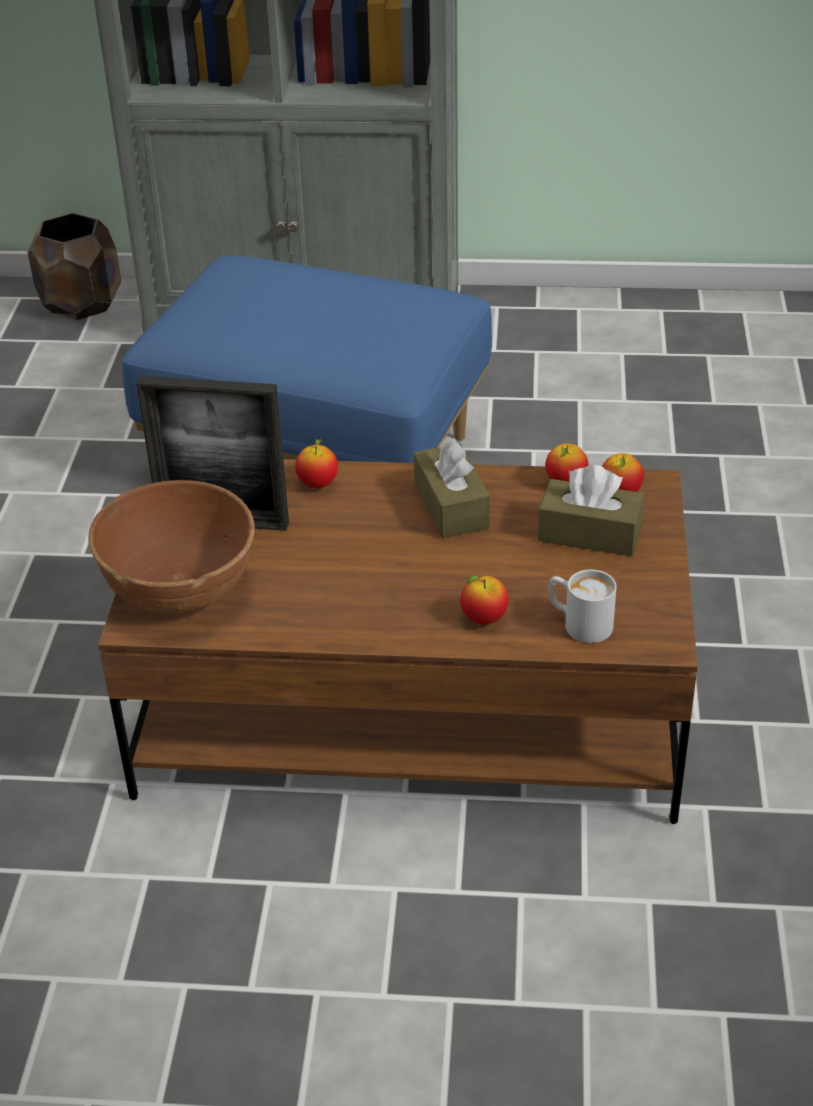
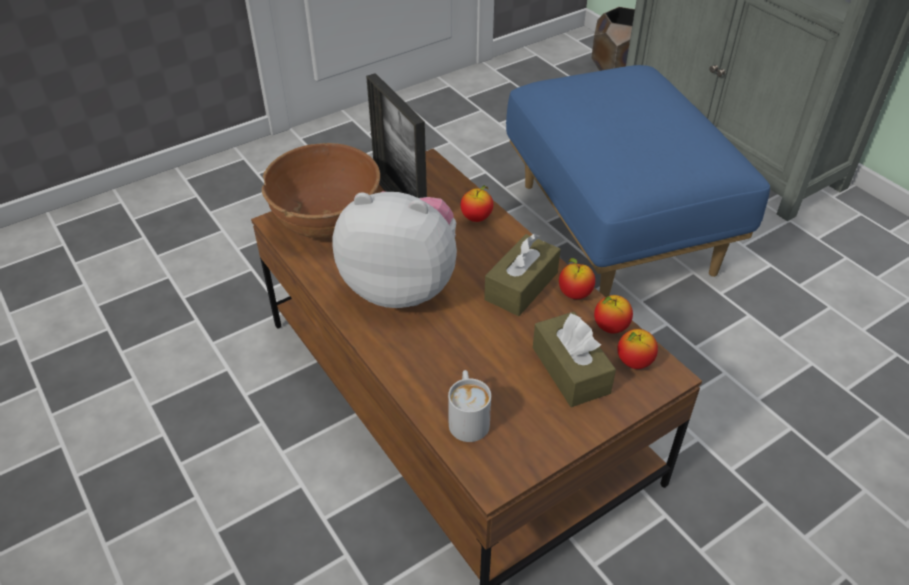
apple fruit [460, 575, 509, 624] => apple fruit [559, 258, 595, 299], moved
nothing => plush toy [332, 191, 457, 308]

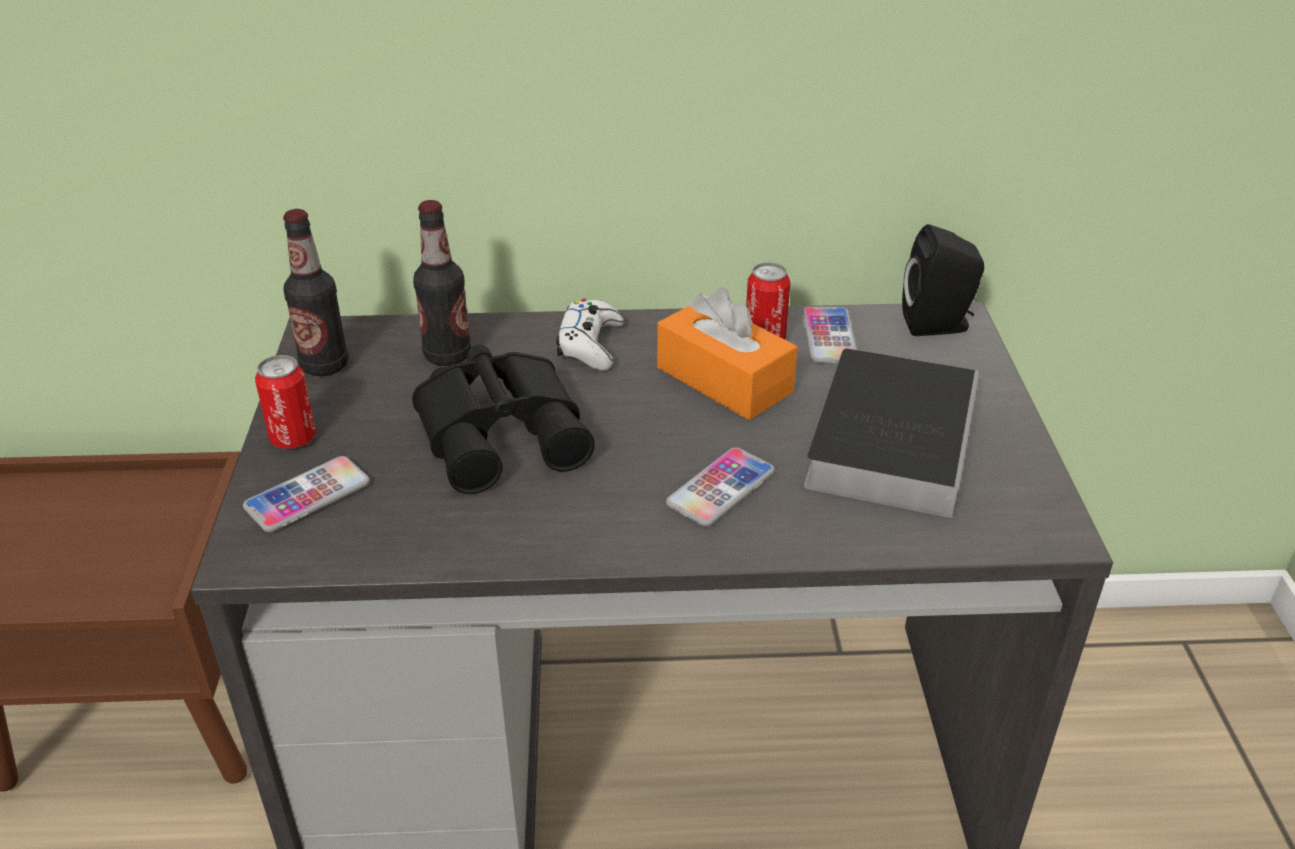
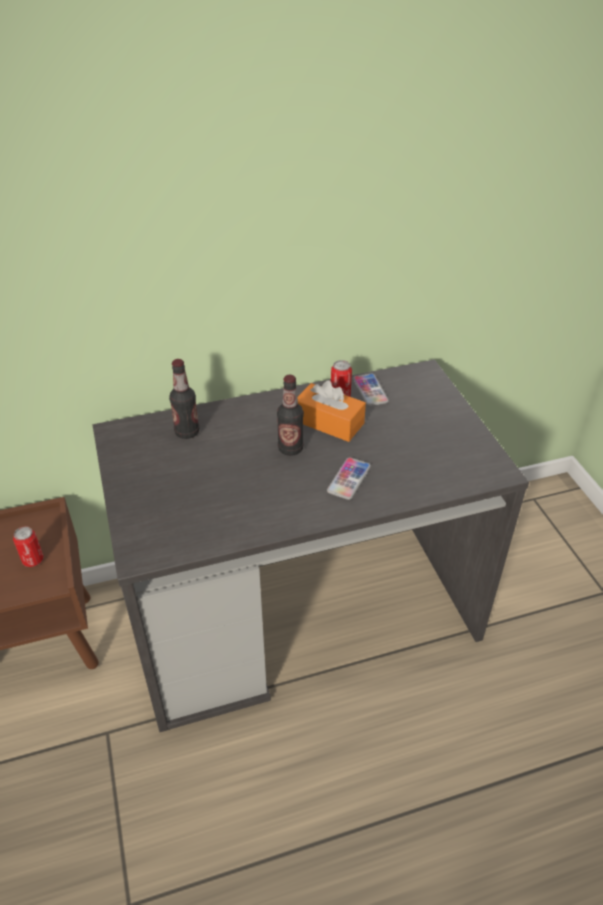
telephone [243, 456, 370, 532] => nothing
sealed can [255, 355, 316, 449] => sealed can [13, 526, 44, 567], moved
drink bottle [283, 209, 349, 376] => drink bottle [277, 375, 304, 456], moved
field glasses in blackish [412, 345, 595, 494] => nothing
game controller in whitish [556, 299, 624, 371] => nothing
bound book [804, 349, 979, 518] => nothing
loudspeaker in blackish [902, 224, 984, 336] => nothing

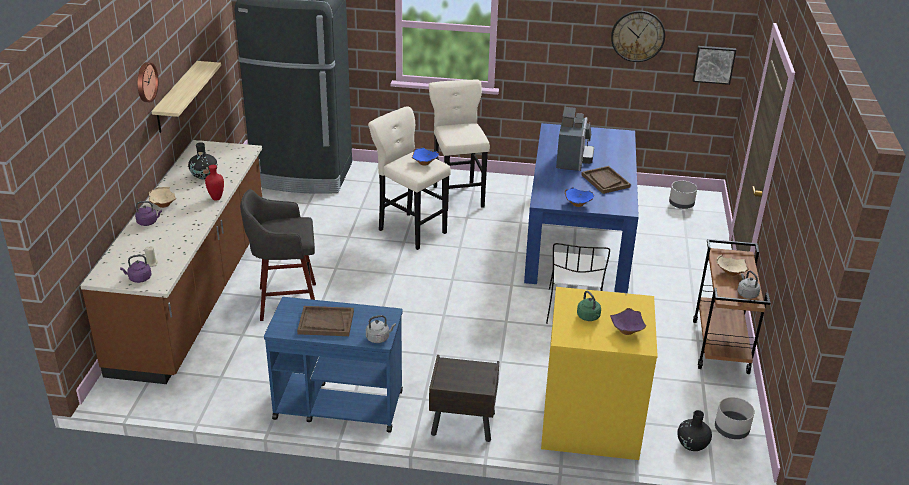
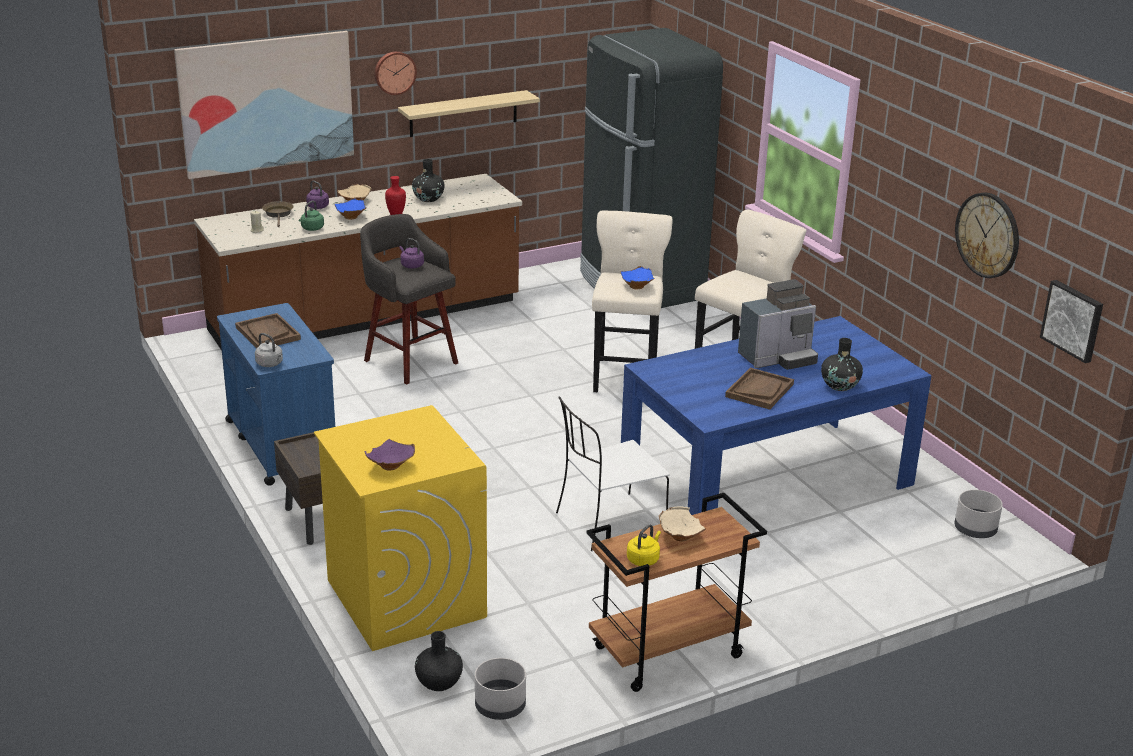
water kettle in purplish [120, 255, 152, 283] => water kettle in purplish [399, 238, 424, 268], moved
deep dish in blue-coloured [565, 187, 594, 207] => deep dish in blue-coloured [334, 198, 367, 219], moved
water kettle in green-coloured [577, 291, 601, 321] => water kettle in green-coloured [299, 201, 324, 231], moved
water kettle in grey [737, 271, 761, 299] => water kettle in yellow-coloured [627, 524, 661, 566]
nothing => wall art [174, 31, 354, 179]
nothing => pan in brownish [262, 201, 294, 227]
nothing => vase in blackish [821, 338, 863, 391]

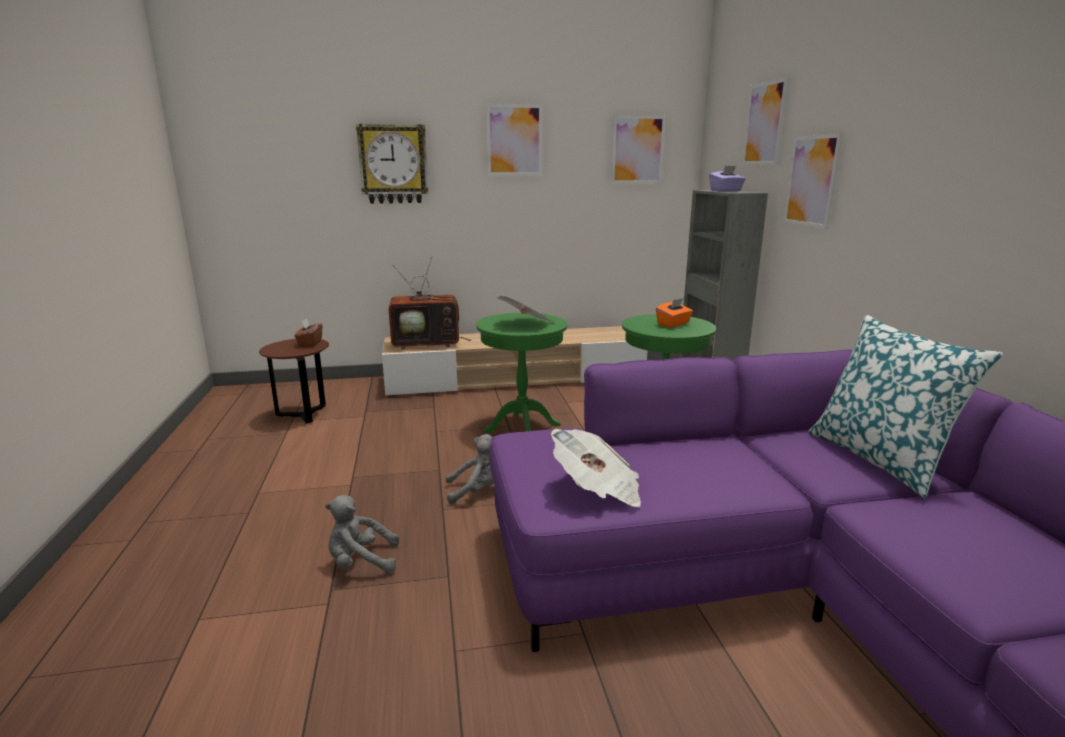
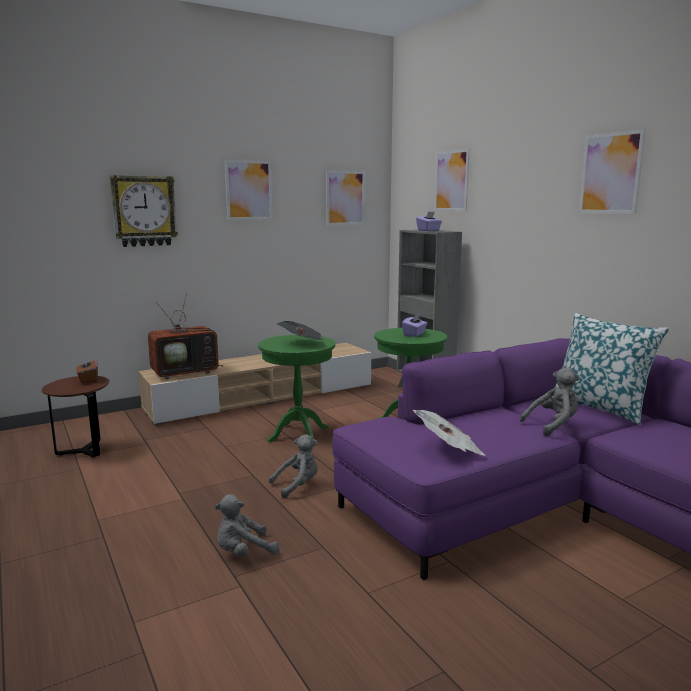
tissue holder in orangey [656, 298, 693, 328] => tissue holder in purplish [402, 314, 427, 337]
wall art [784, 133, 843, 229] => wall art [579, 129, 646, 214], moved
nothing => plush toy in grey [520, 367, 580, 436]

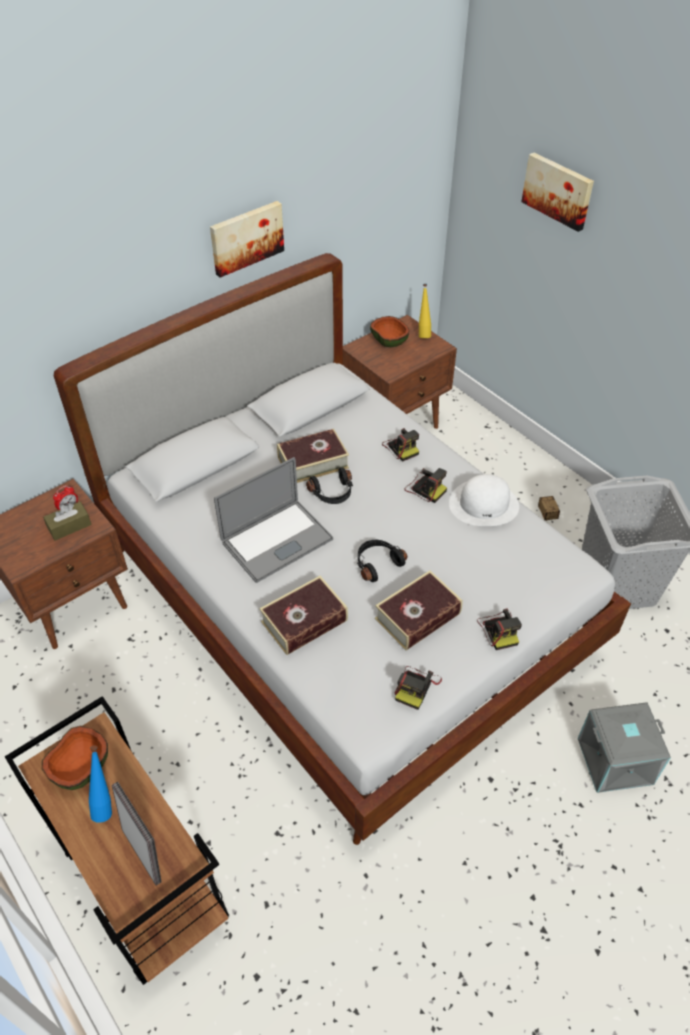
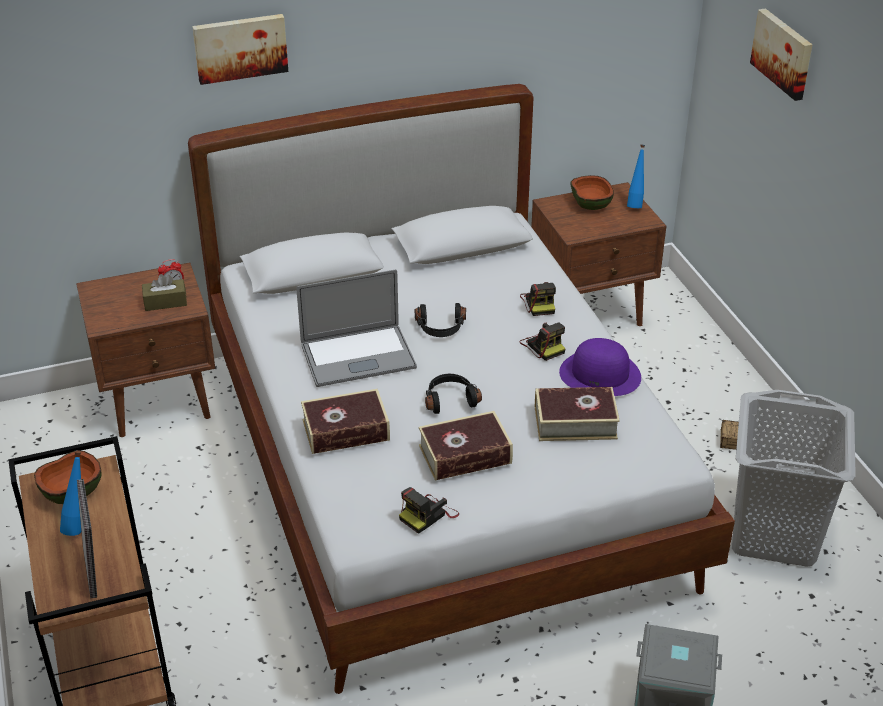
wall art [210, 201, 284, 278] => wall art [192, 14, 288, 85], moved
bound book [277, 429, 349, 483] => bound book [535, 387, 620, 441], moved
drink bottle in yellow-coloured [419, 284, 431, 338] => drink bottle in blue-coloured [627, 145, 645, 208]
clothing hat in whitish [449, 474, 519, 526] => clothing hat in purplish [559, 338, 641, 396]
still camera [477, 608, 522, 650] => nothing

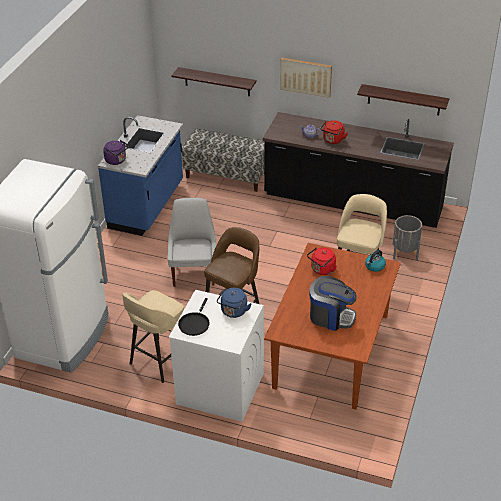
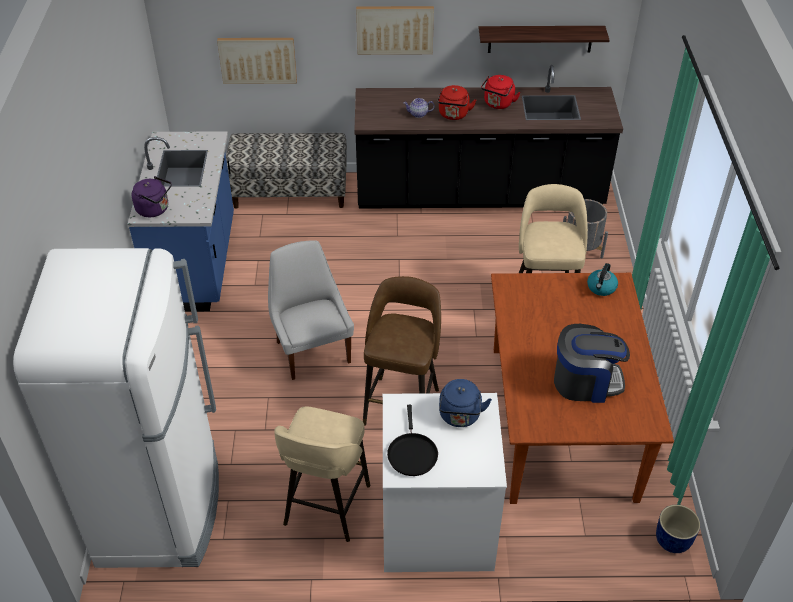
bracket shelf [172, 67, 257, 96] => wall art [217, 38, 297, 84]
water kettle in reddish [307, 247, 337, 275] => water kettle in reddish [481, 75, 521, 109], moved
nothing => planter in blue-coloured [656, 505, 700, 553]

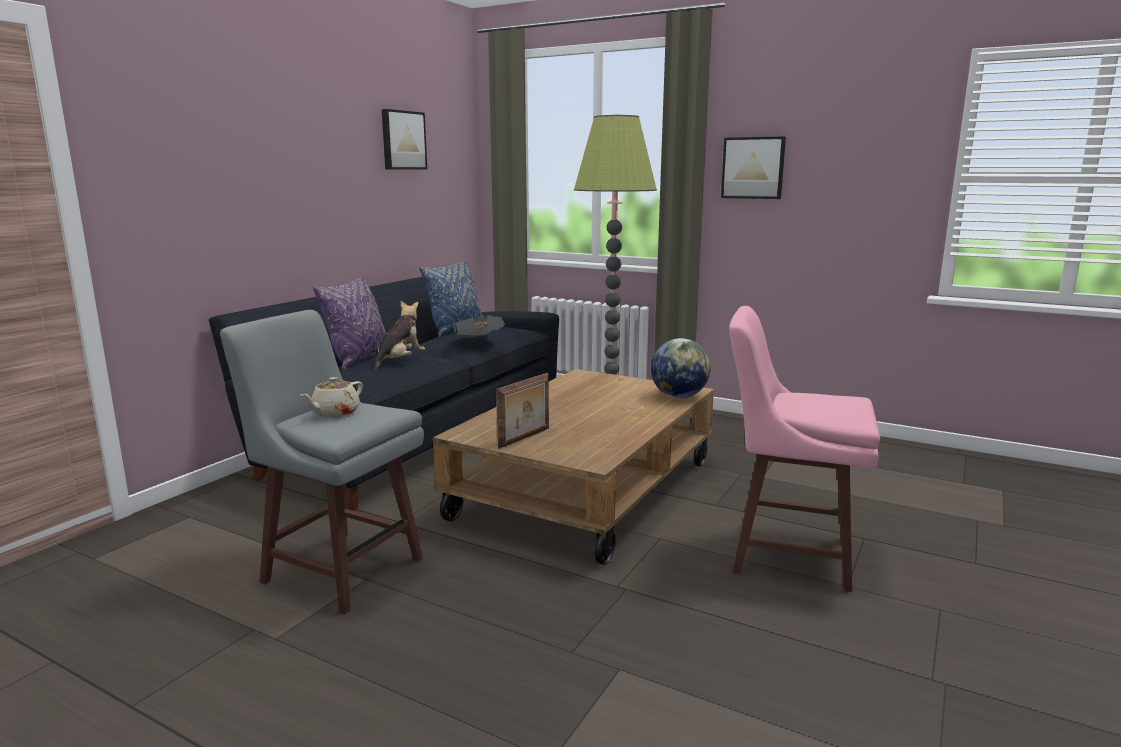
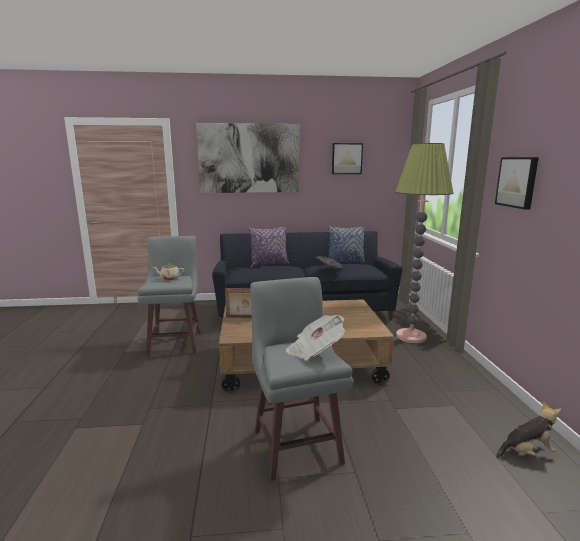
plush toy [375, 301, 425, 371] => plush toy [496, 401, 561, 458], moved
world globe [651, 338, 711, 398] => nothing
stool in pink-coloured [729, 306, 880, 592] => stool in grey [250, 277, 353, 481]
nothing => wall art [196, 123, 299, 193]
nothing => printed paper [286, 315, 345, 360]

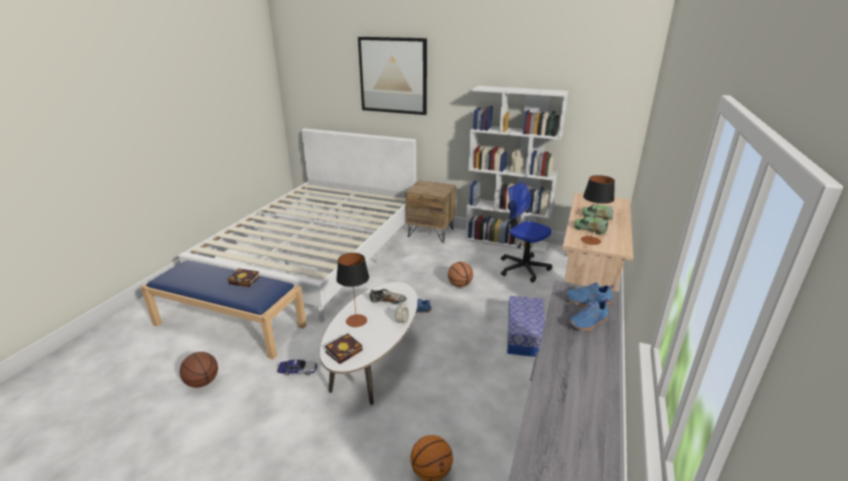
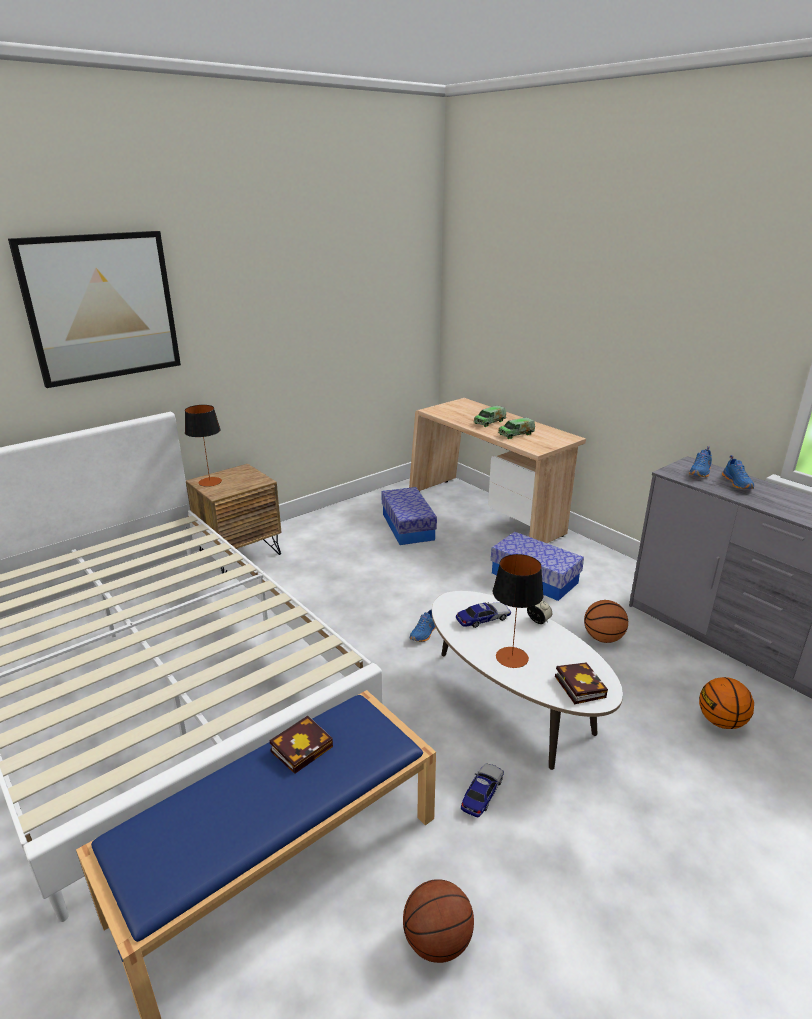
shoe [369, 289, 406, 304] => toy car [456, 602, 511, 628]
ball for basketball [448, 262, 473, 287] => ball for basketball [584, 600, 628, 643], moved
bookcase in whitish [465, 86, 568, 253] => nothing
desk chair [501, 182, 552, 283] => storage container [381, 487, 437, 545]
tabletop lamp [581, 175, 615, 245] => tabletop lamp [185, 405, 222, 487], moved

